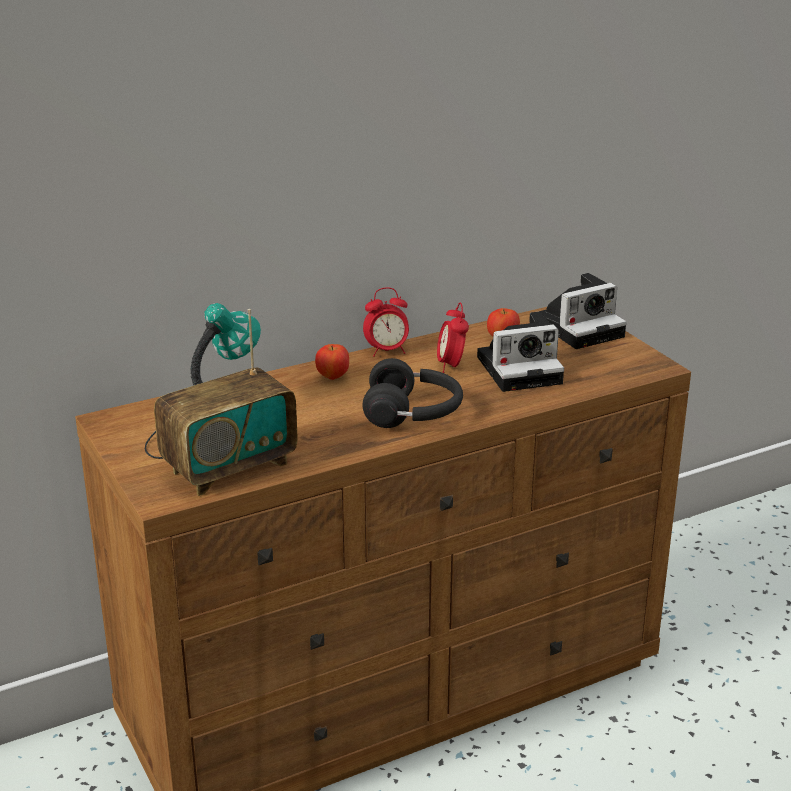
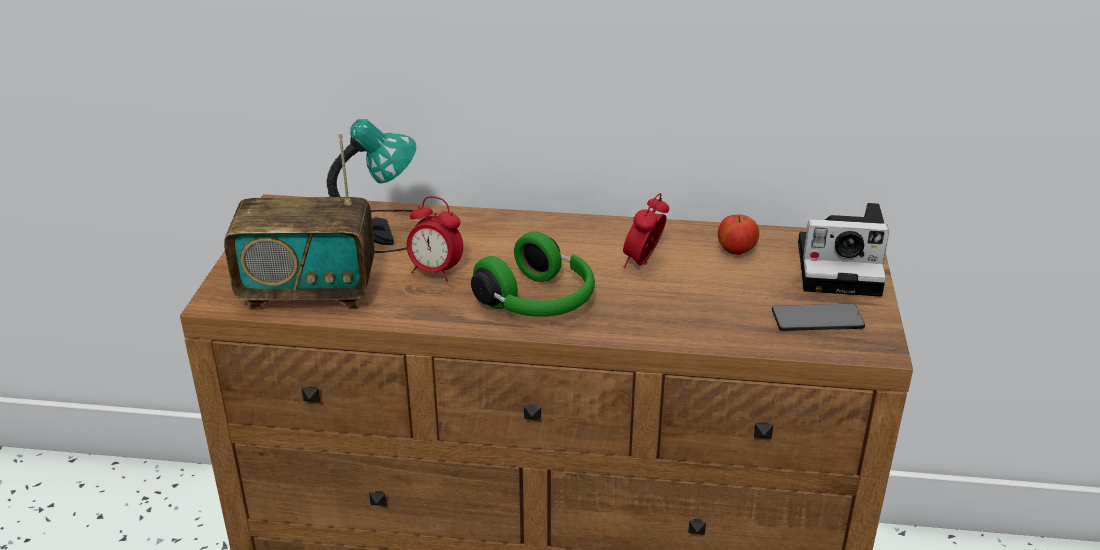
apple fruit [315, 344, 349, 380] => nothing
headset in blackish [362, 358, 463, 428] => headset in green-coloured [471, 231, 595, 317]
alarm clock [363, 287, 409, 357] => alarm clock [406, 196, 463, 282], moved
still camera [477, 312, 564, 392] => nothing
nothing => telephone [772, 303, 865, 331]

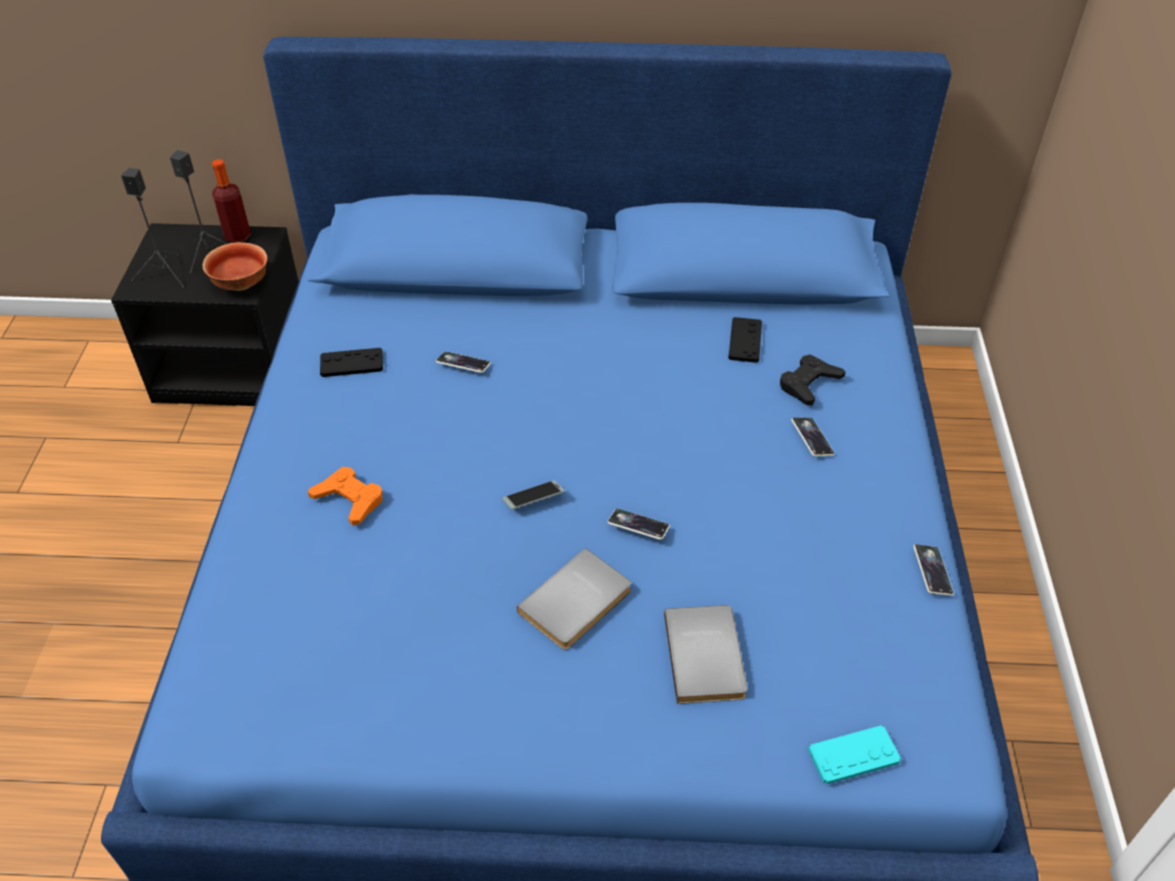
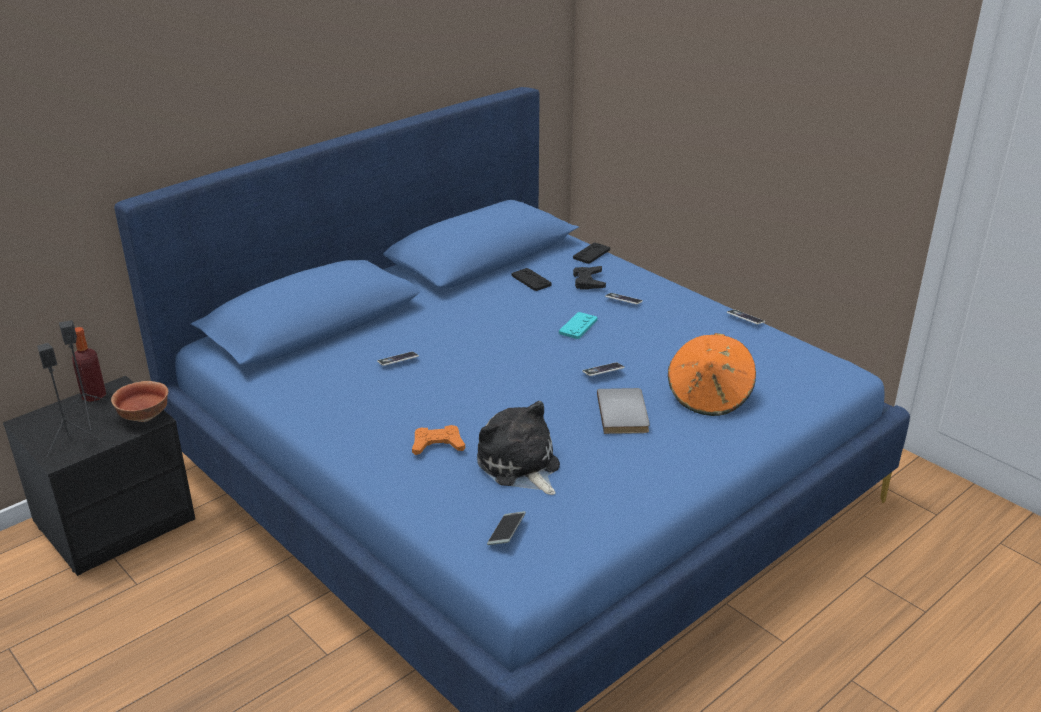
game controller in blackish [320, 348, 383, 377] => game controller in blackish [573, 243, 610, 264], moved
telephone [502, 480, 565, 510] => telephone [487, 511, 526, 545], moved
bound book in grey [664, 605, 747, 704] => clothing hat in orangey [668, 333, 756, 416]
game controller in blue-green [808, 725, 901, 785] => game controller in blue-green [559, 312, 598, 339], moved
nothing => plush toy [477, 401, 560, 495]

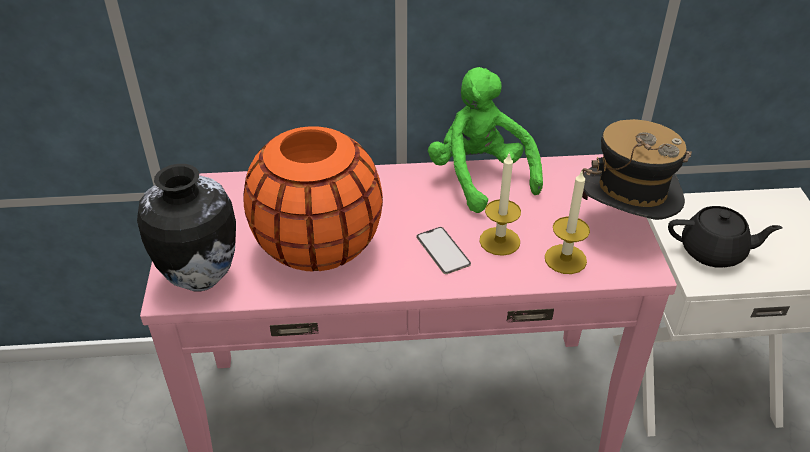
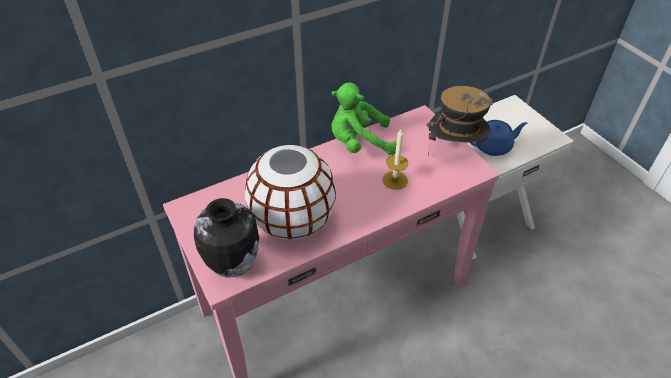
vase in orangey [244, 126, 383, 271] => vase in whitish [245, 145, 336, 240]
telephone [417, 227, 471, 274] => nothing
plush toy in green-coloured [428, 67, 543, 213] => plush toy in green-coloured [331, 82, 397, 155], 45 degrees counterclockwise
wax candle [545, 171, 590, 274] => nothing
tea pot in blackish [668, 206, 783, 268] => tea pot in blue-coloured [471, 120, 527, 156]

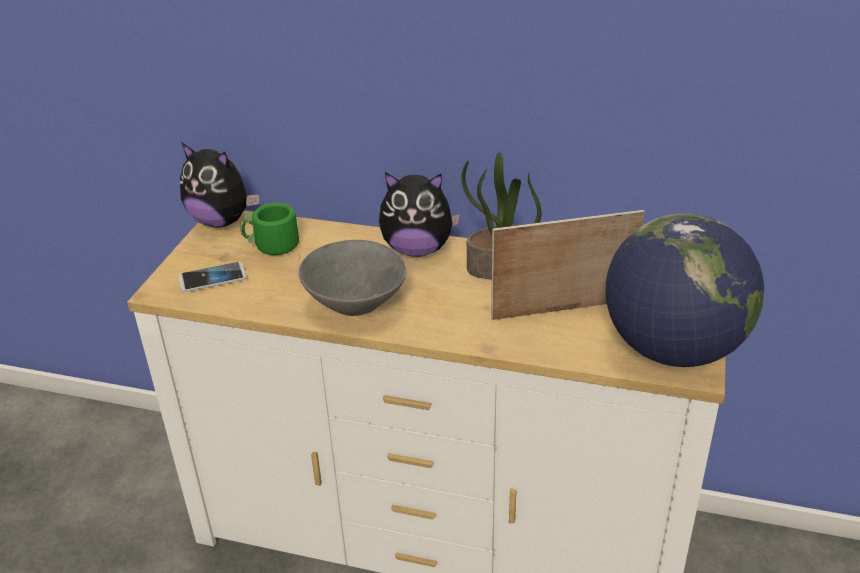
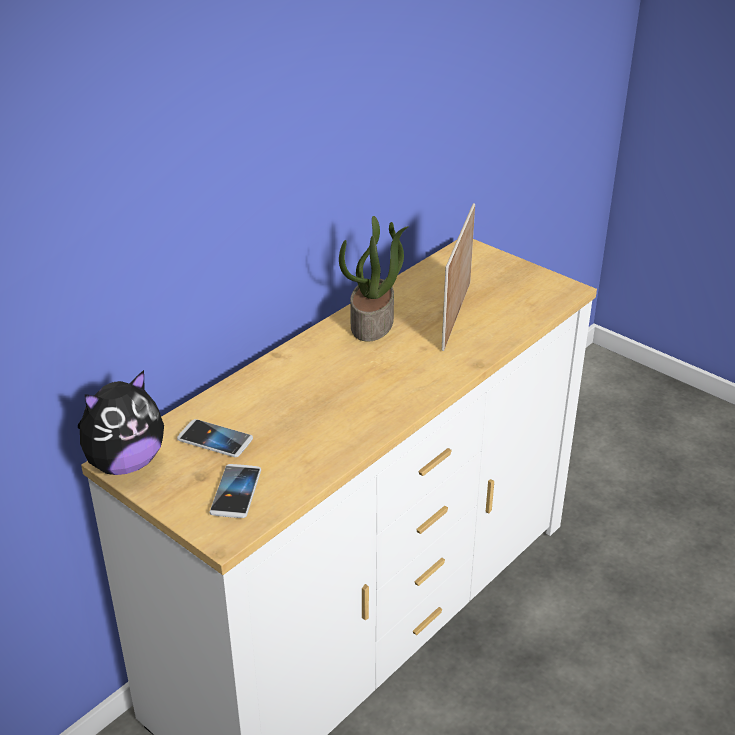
coffee mug in green-coloured [241, 203, 300, 259] => telephone [177, 419, 253, 457]
deep dish in grey [299, 240, 407, 316] => nothing
plush toy [379, 172, 460, 257] => nothing
world globe [606, 213, 764, 367] => nothing

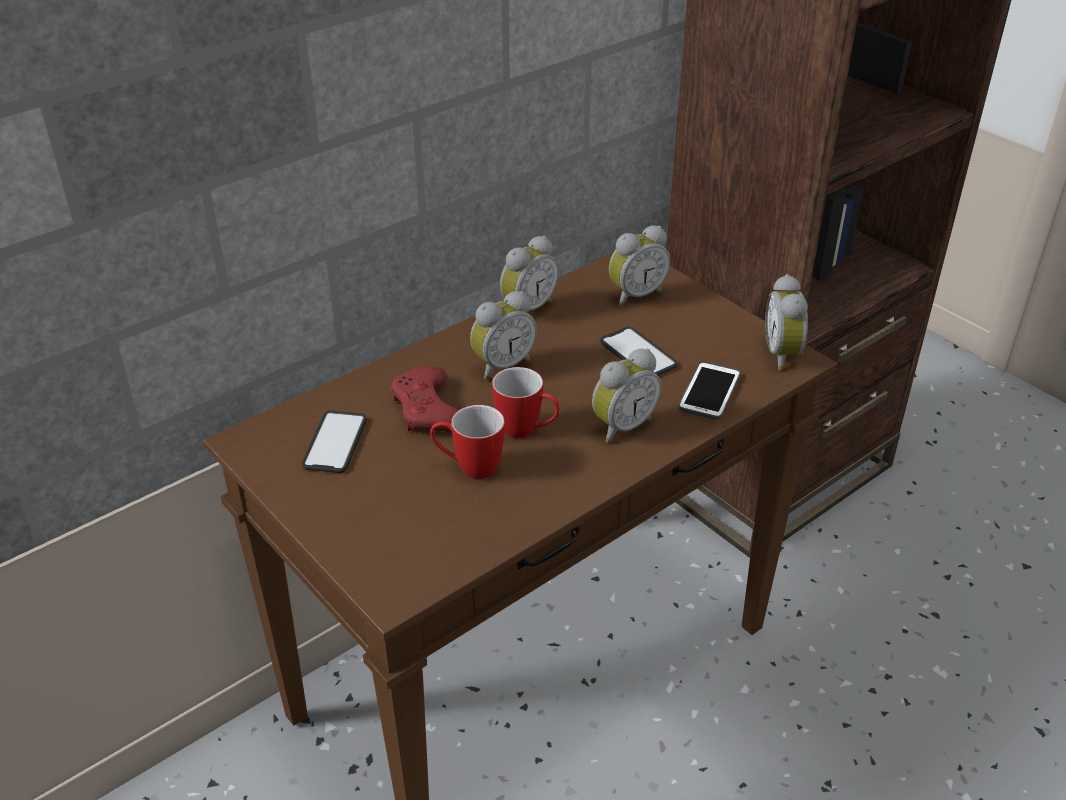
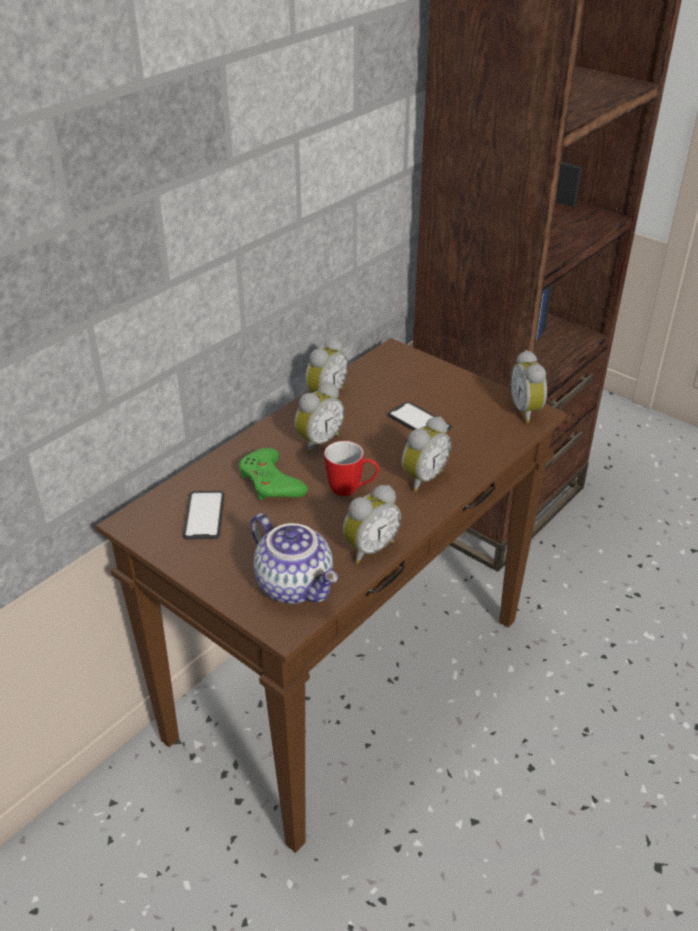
game controller in reddish [391, 366, 459, 433] => game controller in green-coloured [239, 448, 308, 501]
coffee mug [430, 405, 505, 479] => nothing
alarm clock [609, 225, 671, 306] => alarm clock [343, 485, 401, 564], moved
telephone [679, 362, 740, 420] => nothing
nothing => tea pot [251, 513, 338, 604]

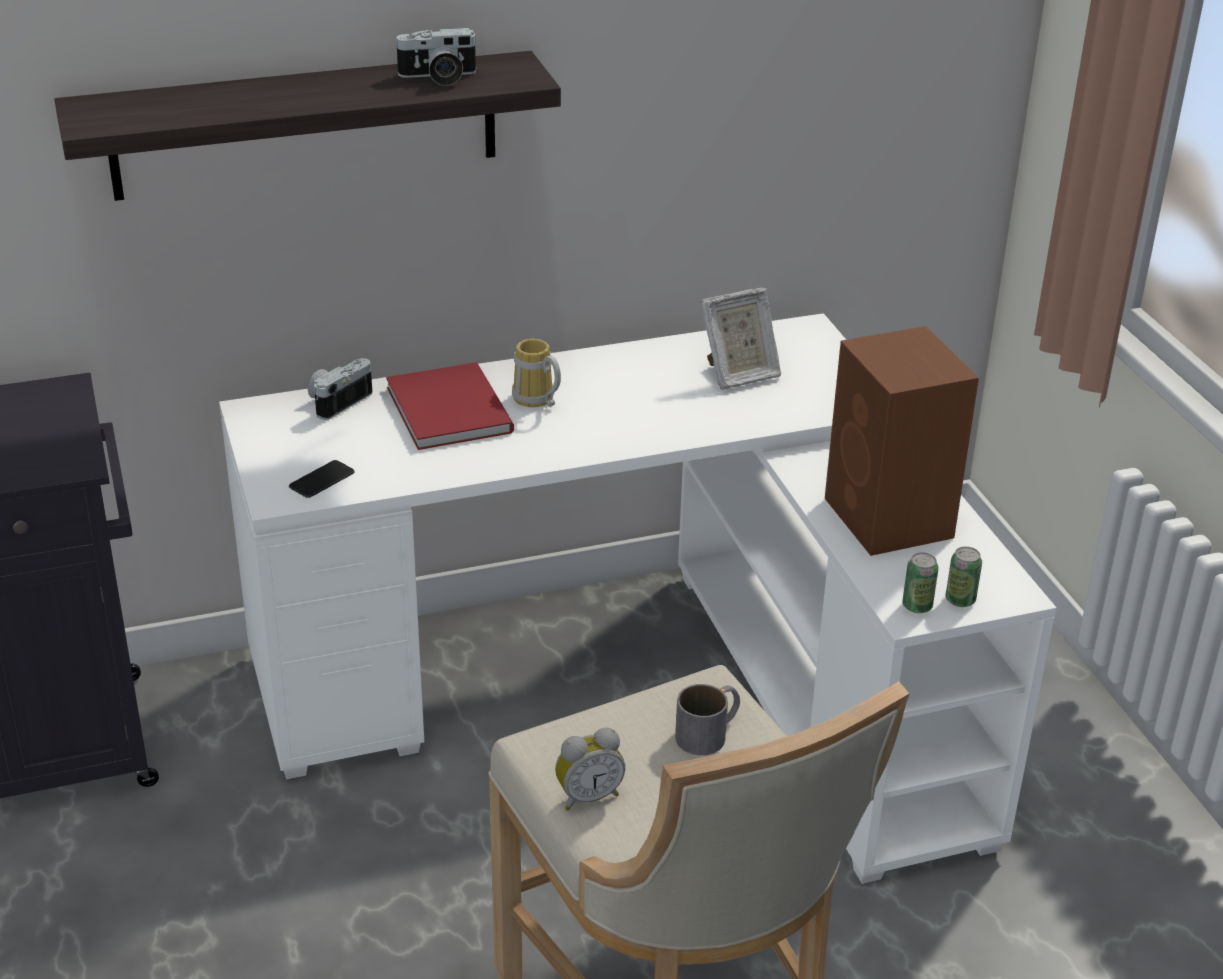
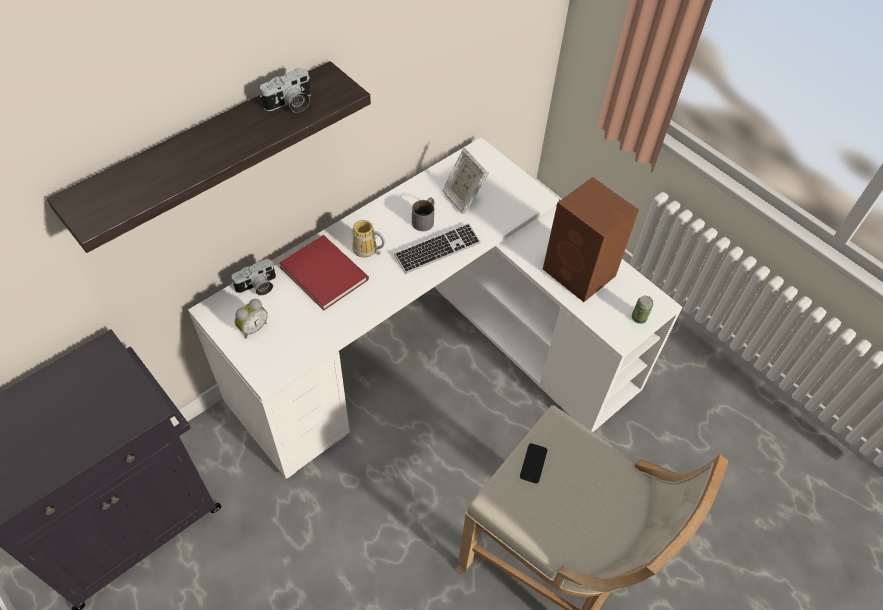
telephone [289, 460, 355, 498] => telephone [520, 443, 547, 484], moved
still camera [308, 358, 373, 420] => still camera [231, 258, 276, 296], 135 degrees counterclockwise
alarm clock [555, 727, 625, 810] => alarm clock [235, 299, 268, 339], moved
coffee mug in grey [675, 684, 740, 755] => coffee mug in grey [412, 198, 434, 231], moved
standing frame [701, 287, 781, 390] => standing frame [443, 148, 488, 214], 105 degrees clockwise
sealed can [902, 552, 939, 613] => nothing
nothing => PC keyboard [394, 223, 481, 274]

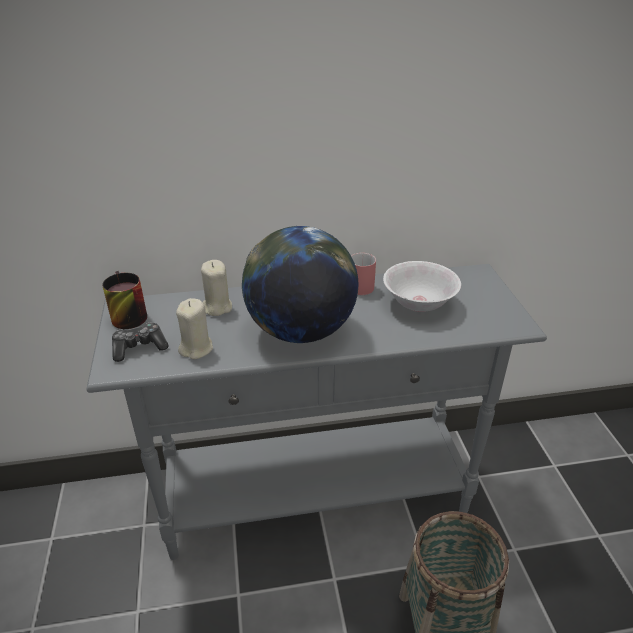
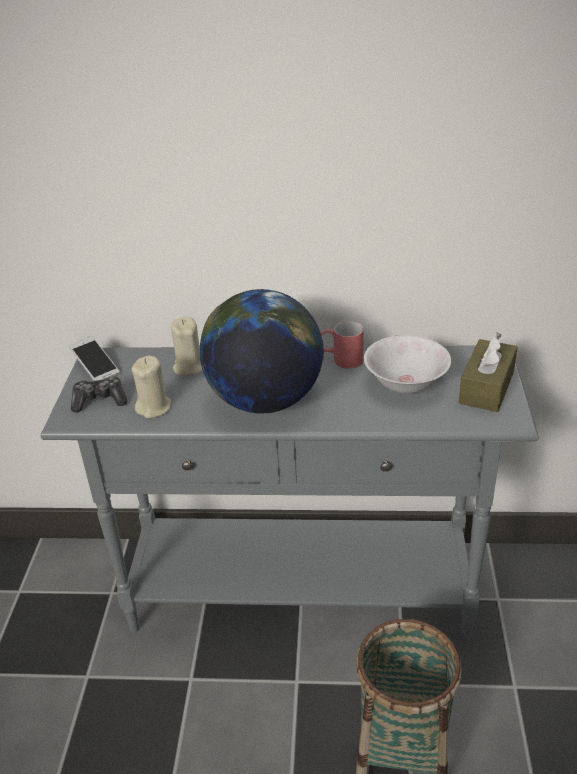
coffee mug [102, 271, 147, 329] => telephone [69, 336, 120, 381]
nothing => tissue holder in brownish [459, 332, 518, 412]

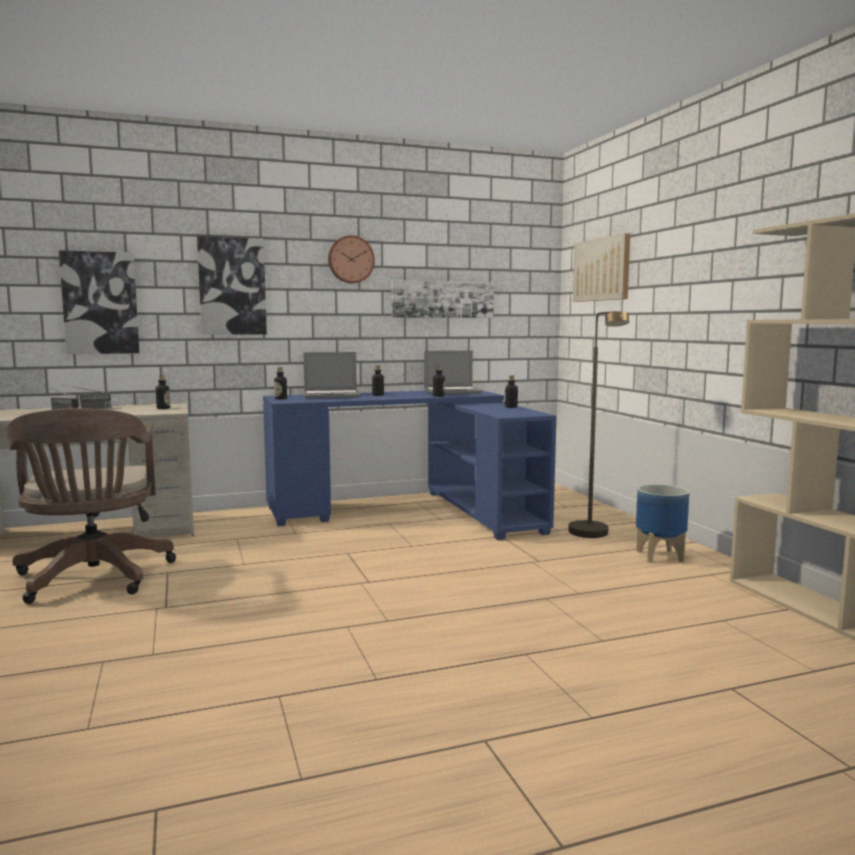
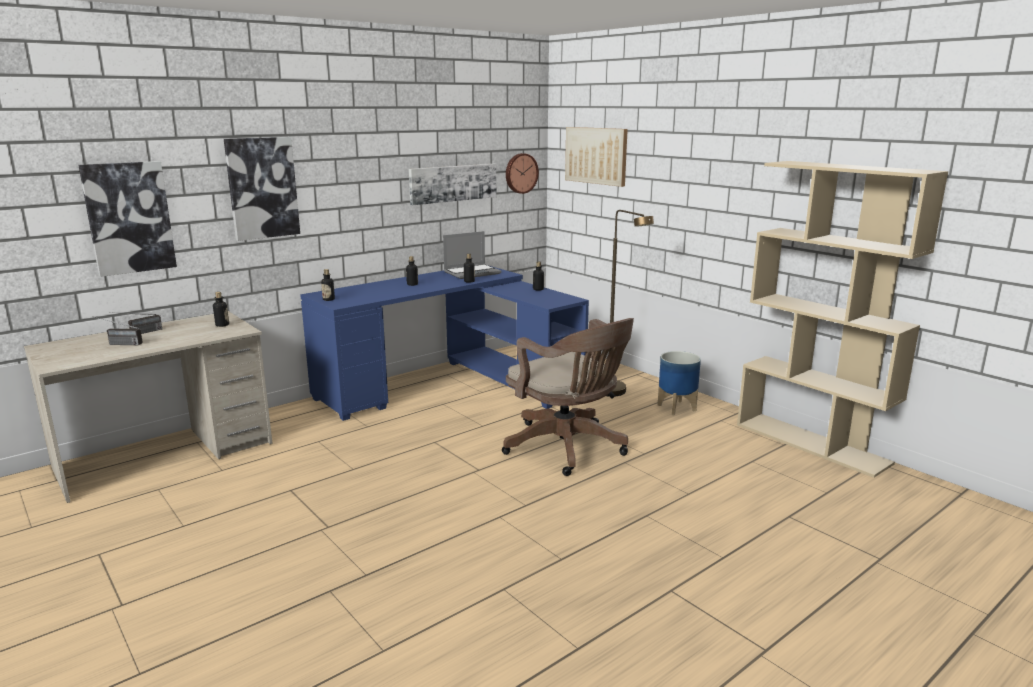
desk chair in brownish [7, 408, 176, 604] => desk chair in brownish [502, 318, 634, 476], moved
notebook computer [303, 352, 360, 399] => nothing
wall clock [328, 235, 375, 283] => wall clock [506, 153, 539, 194], moved

